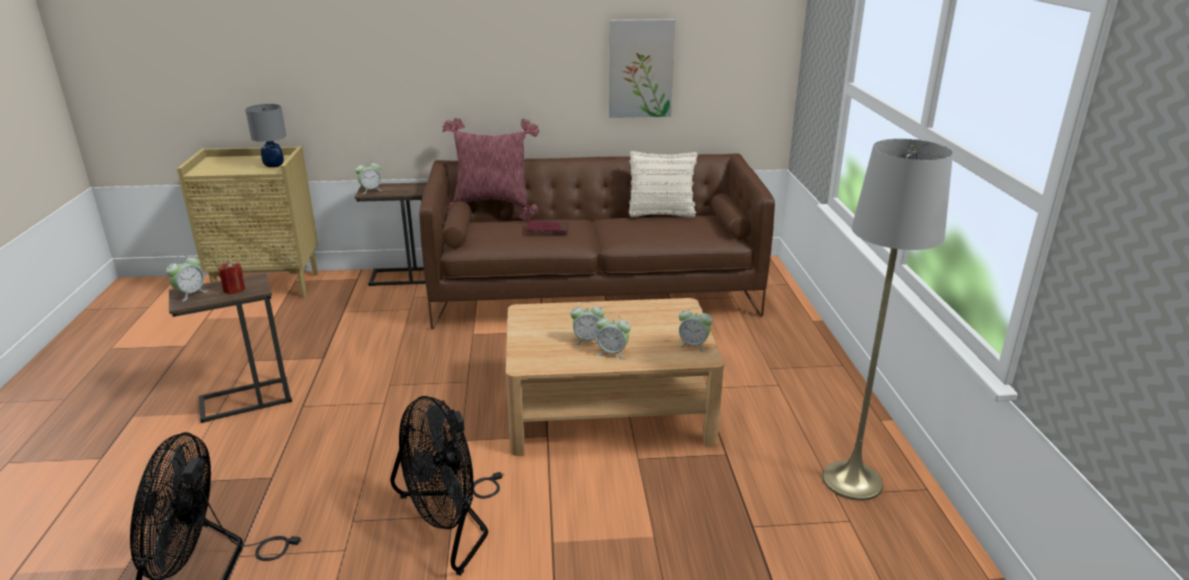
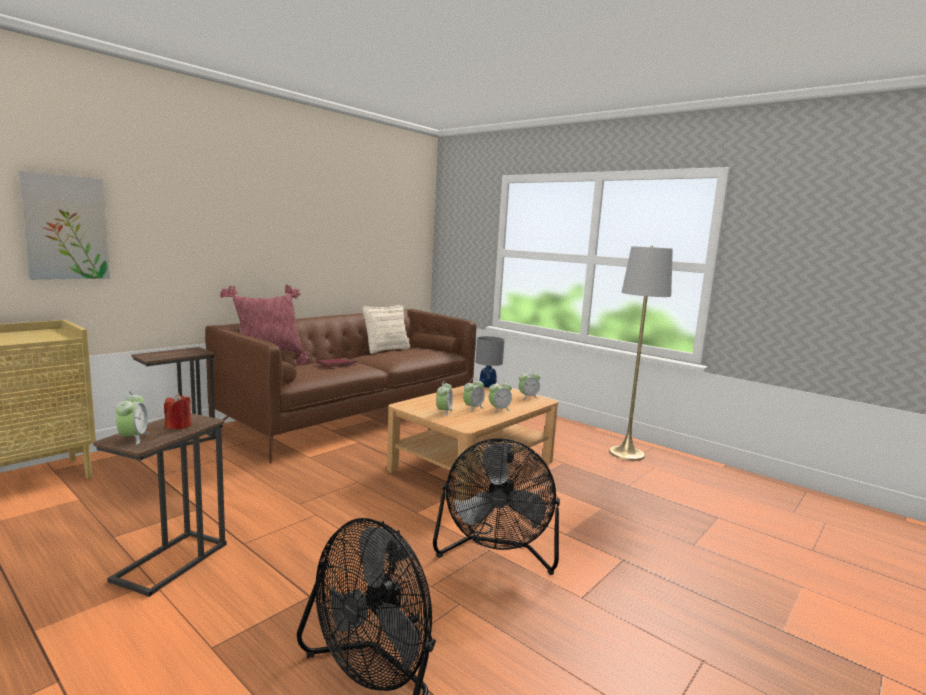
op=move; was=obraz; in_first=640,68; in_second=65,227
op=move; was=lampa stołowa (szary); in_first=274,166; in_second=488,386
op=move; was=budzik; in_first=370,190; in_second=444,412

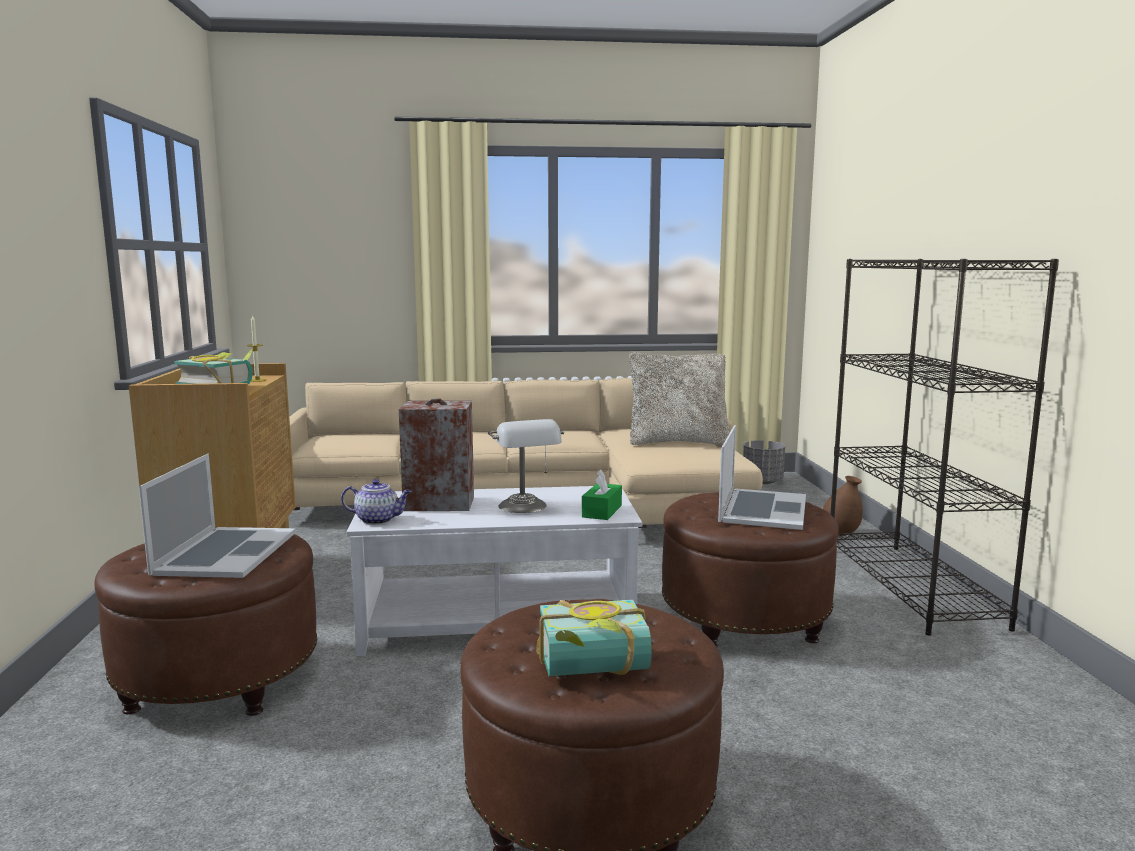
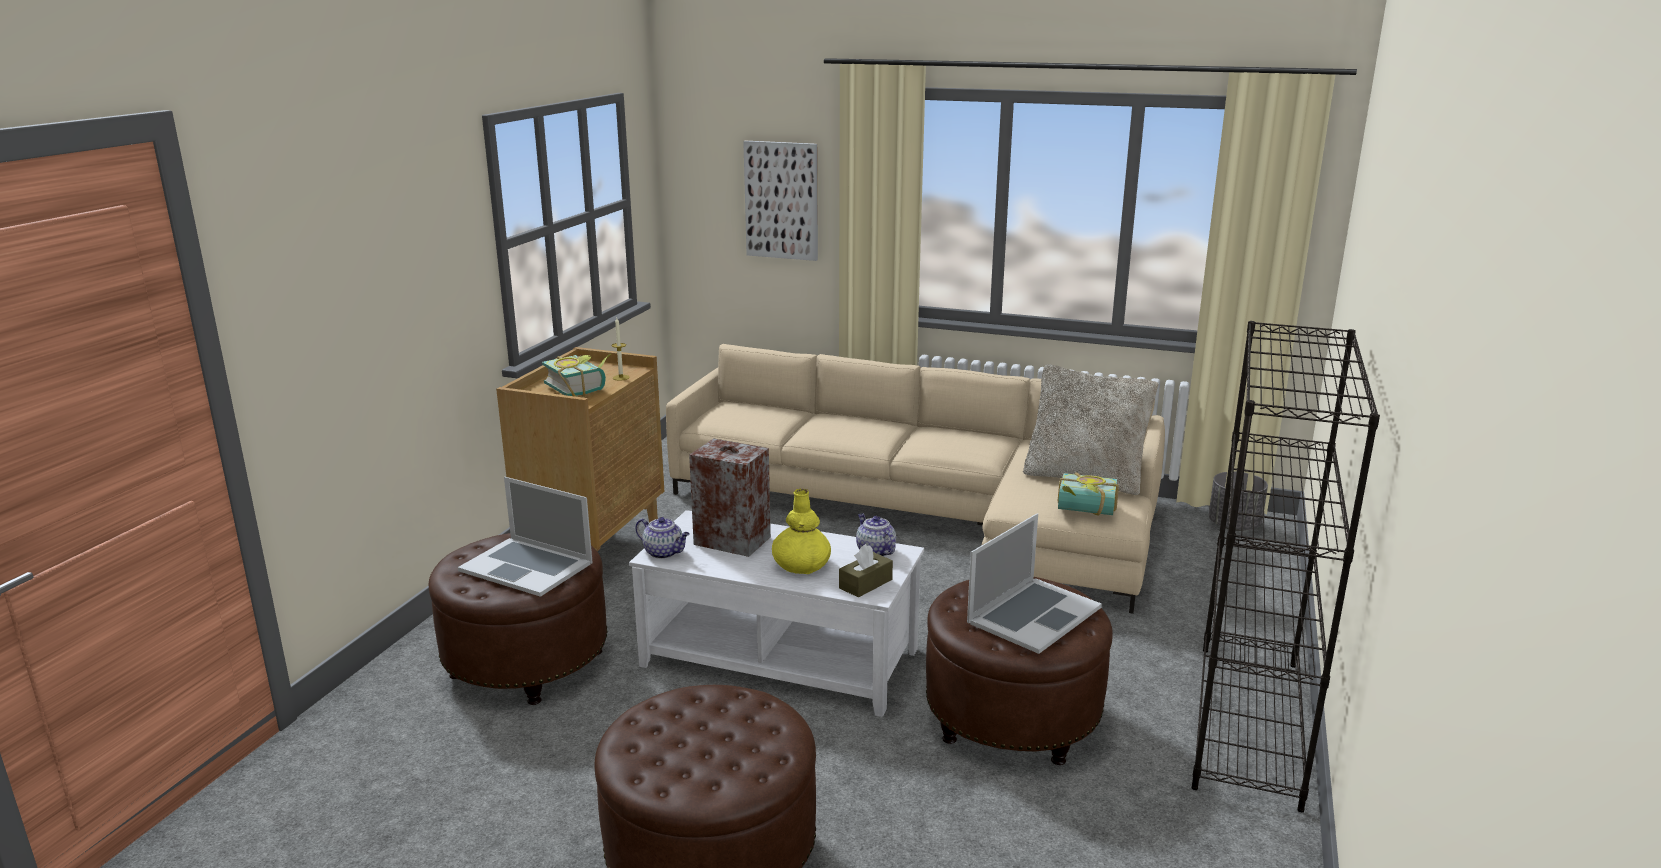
op=replace; was=lampa stołowa (biały); now=wazon (żółty); in_first=527,508; in_second=801,564
op=rotate; was=laptop; in_first=225,553; in_second=527,566; clockwise=90
op=recolor; was=pudełko chusteczek (zielony); now=pudełko chusteczek (brązowy); in_first=602,511; in_second=865,584
op=delete; was=wazon (brązowy); in_first=840,533
op=move; was=książka; in_first=595,670; in_second=1085,511
op=insert; now=obraz; in_second=781,200
op=insert; now=imbryk; in_second=874,551

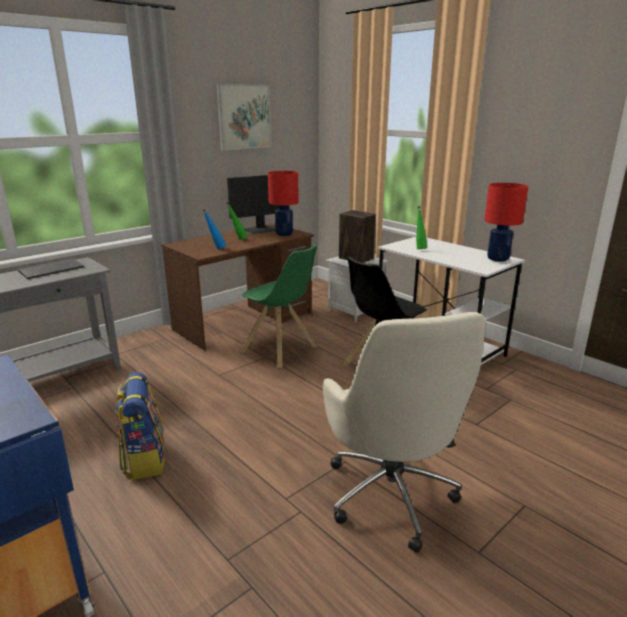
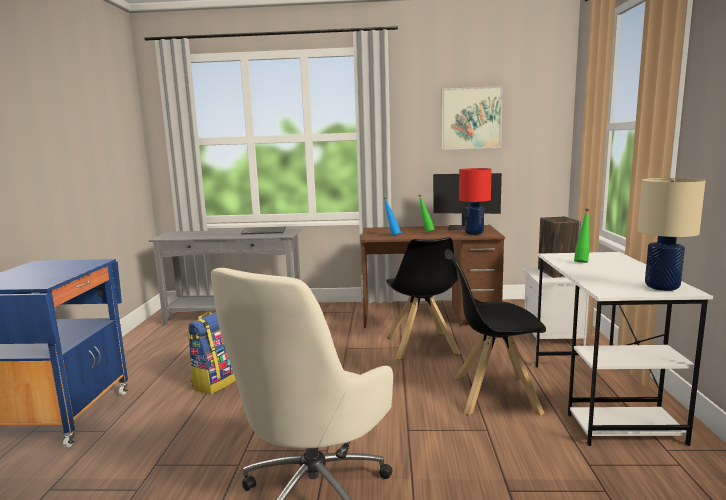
op=recolor; was=lampa stołowa (czerwony); now=lampa stołowa (beżowy); in_first=498,260; in_second=662,288
op=recolor; was=krzesło (zielony); now=krzesło (czarny); in_first=280,350; in_second=422,346

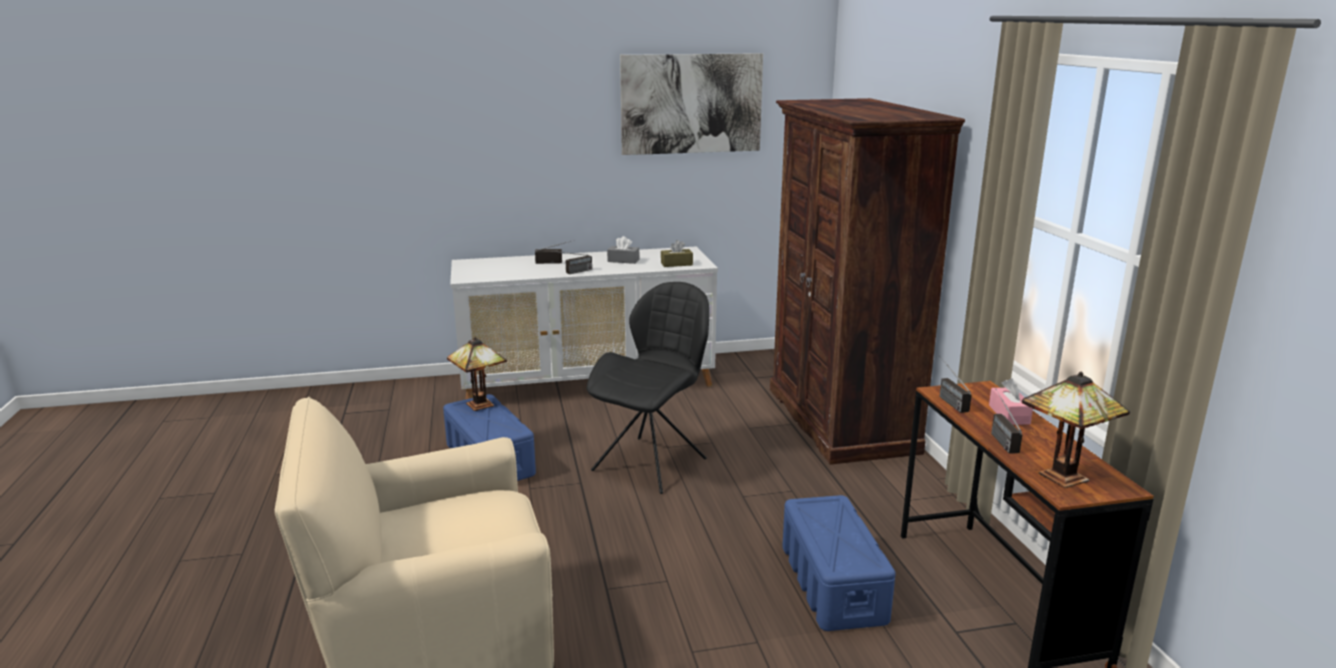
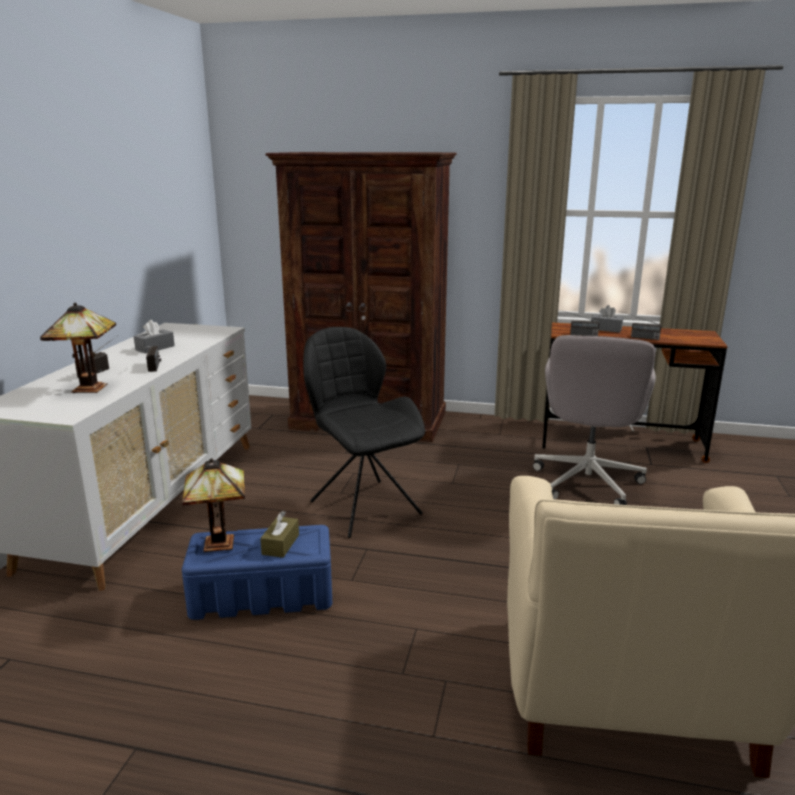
op=delete; was=obraz; in_first=691,104
op=move; was=pudełko chusteczek (brązowy); in_first=676,264; in_second=280,544
op=move; was=lampa stołowa; in_first=1063,479; in_second=90,389
op=recolor; was=pudełko chusteczek (różowy); now=pudełko chusteczek (szary); in_first=1009,414; in_second=606,329
op=replace; was=pojemnik do przechowywania (niebieski); now=krzesło biurowe (szary); in_first=832,583; in_second=586,483

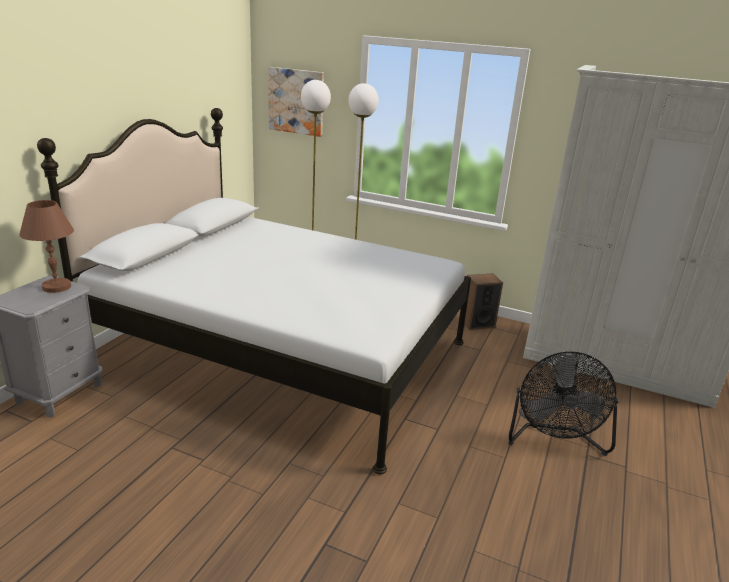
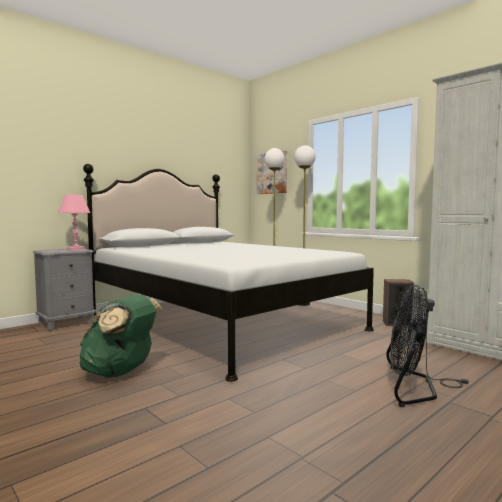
op=recolor; was=lampa stołowa (brązowy); now=lampa stołowa (różowy); in_first=56,286; in_second=75,249
op=rotate; was=wentylator (czarny); in_first=550,436; in_second=416,386; clockwise=75
op=insert; now=plecak (zielony); in_second=120,372

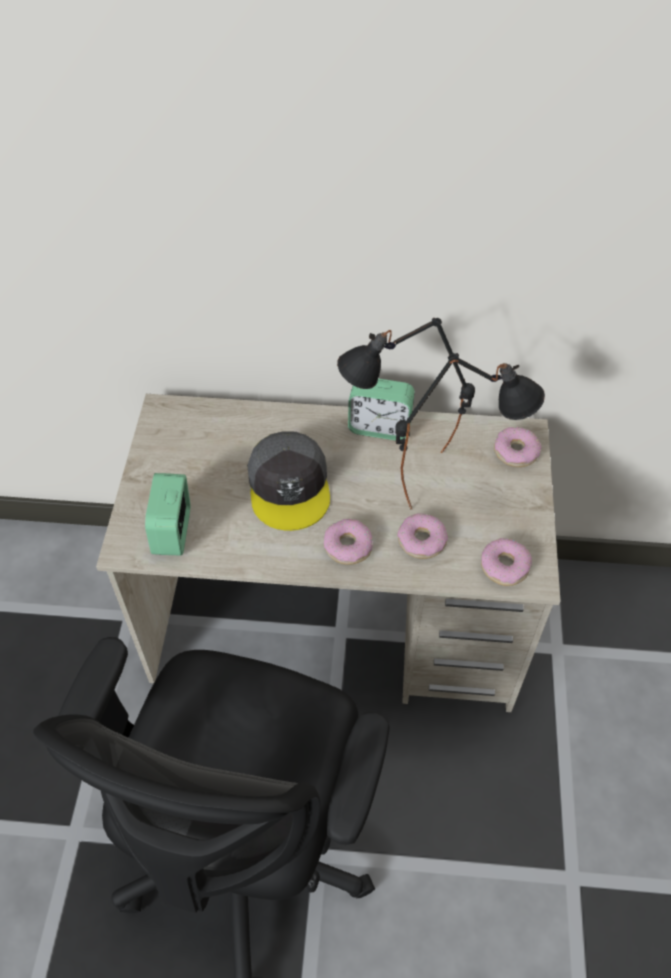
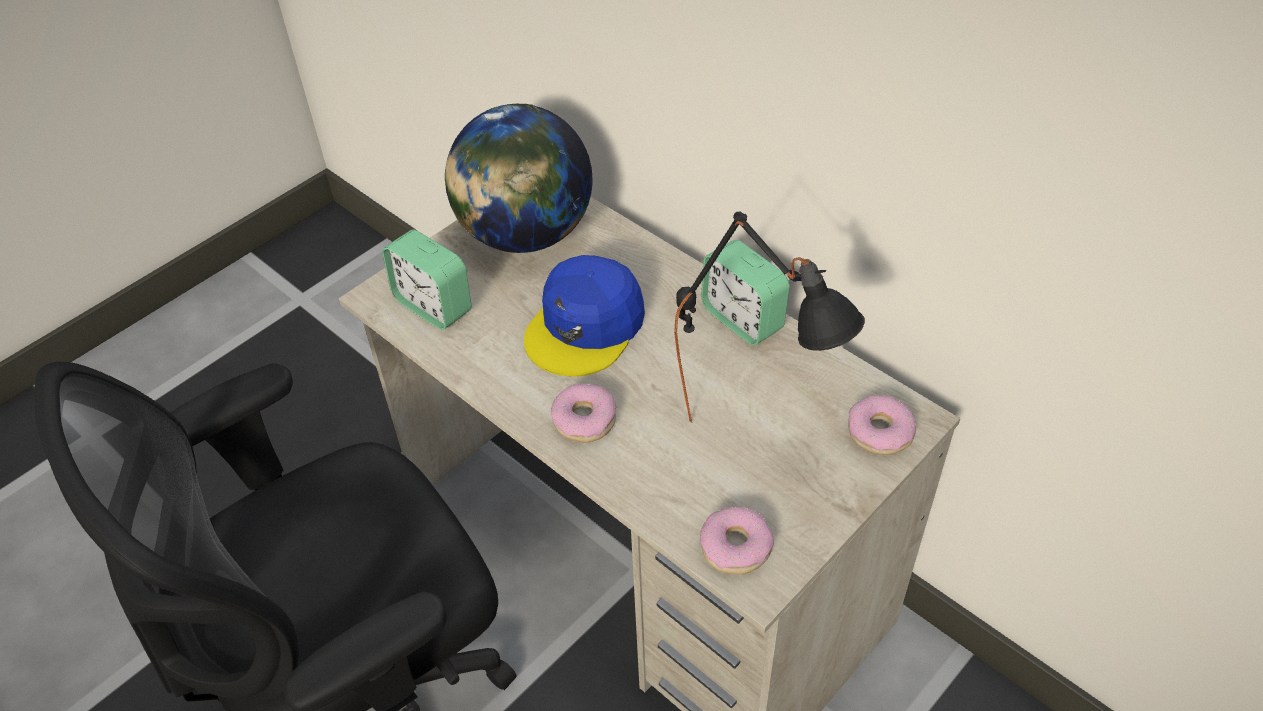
op=delete; was=lampa stołowa (czarny); in_first=399,465
op=recolor; was=czapka z daszkiem (szary); now=czapka z daszkiem (niebieski); in_first=289,486; in_second=586,326
op=rotate; was=budzik; in_first=173,531; in_second=433,306; clockwise=-90
op=delete; was=donut; in_first=422,540
op=insert; now=globus; in_second=526,235

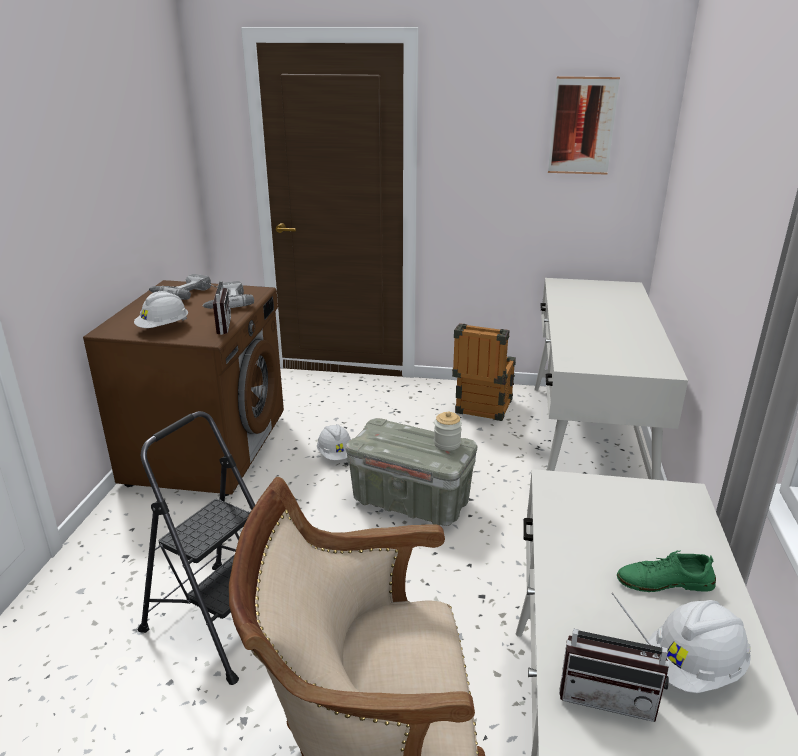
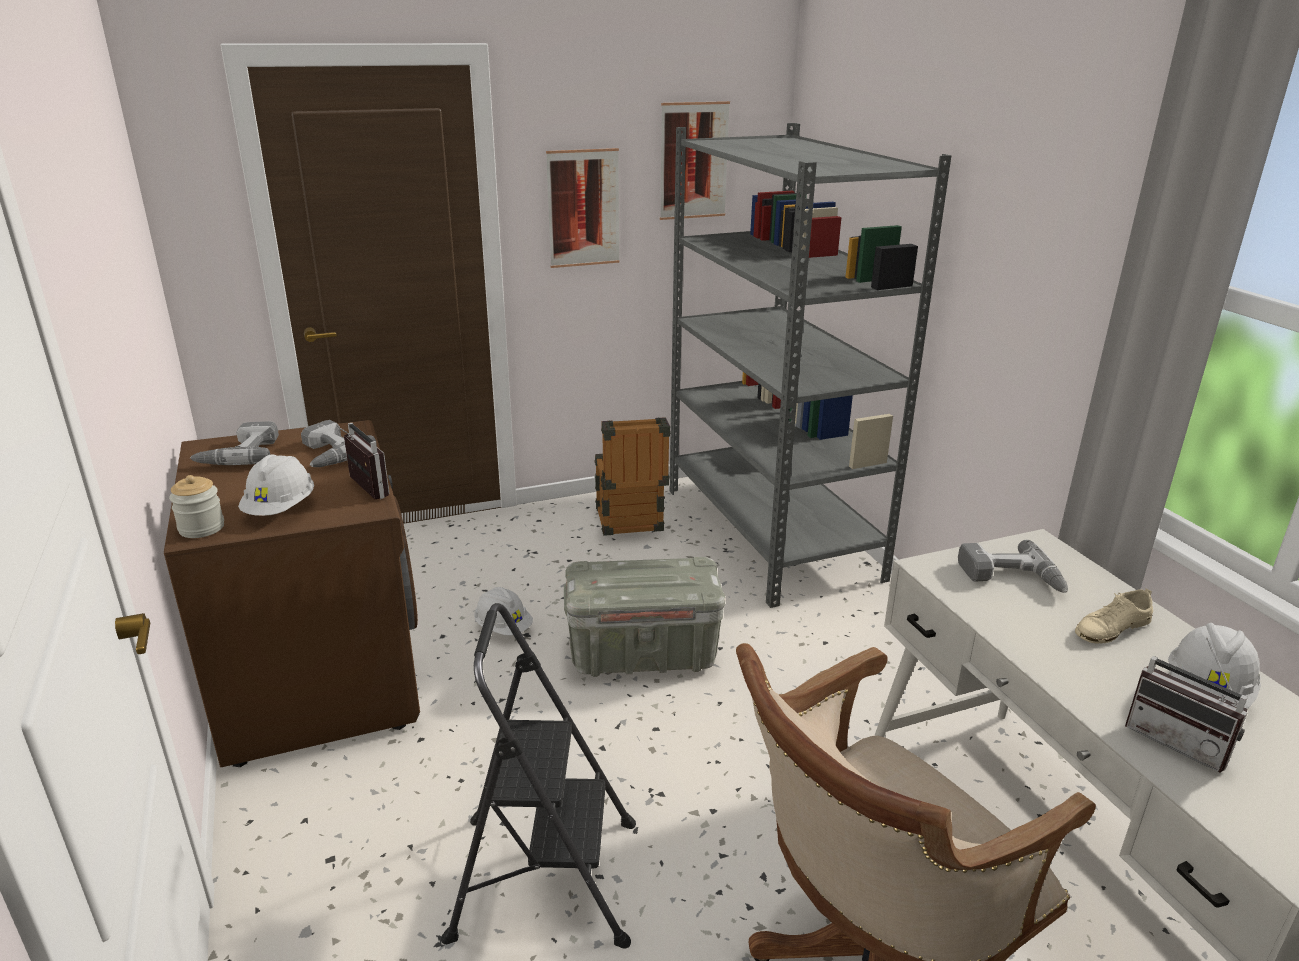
op=replace; was=biurko (biały); now=regał (szary); in_first=586,444; in_second=770,533
op=move; was=słoik; in_first=447,444; in_second=201,528
op=recolor; was=but (zielony); now=but (beżowy); in_first=664,582; in_second=1111,628
op=rotate; was=radio; in_first=608,694; in_second=1179,741; clockwise=60
op=insert; now=obraz; in_second=583,208
op=insert; now=wiertarka; in_second=1011,579

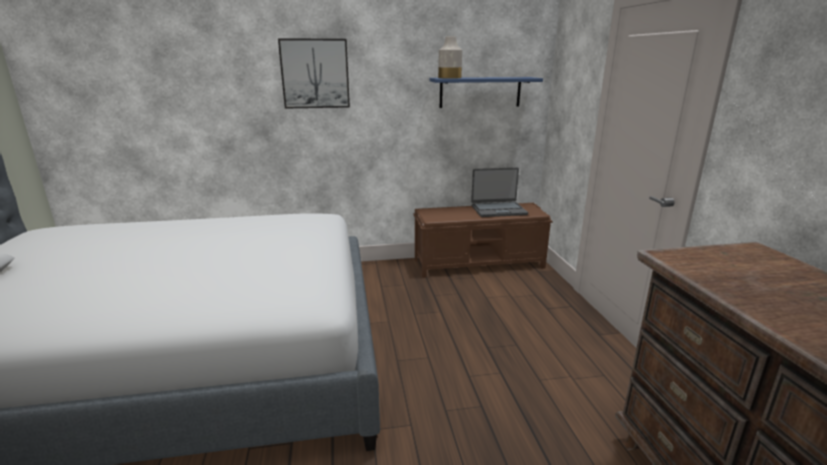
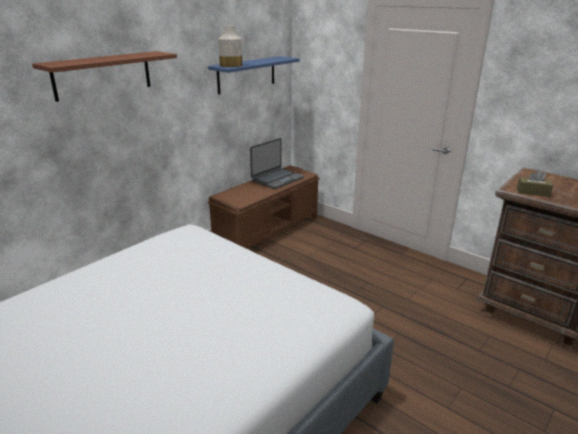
op=replace; was=obraz; now=półka (brązowy); in_first=315,74; in_second=103,75
op=insert; now=pudełko chusteczek (brązowy); in_second=533,192

